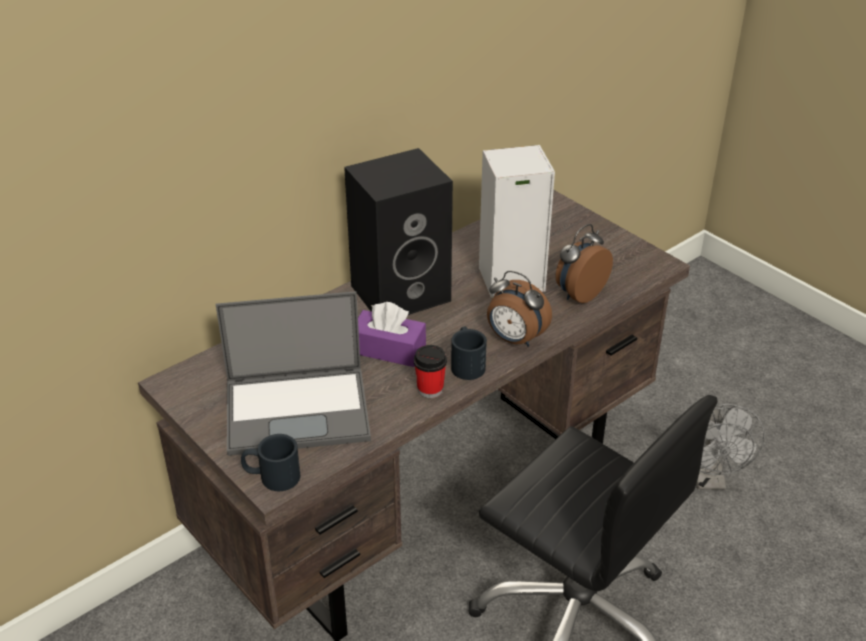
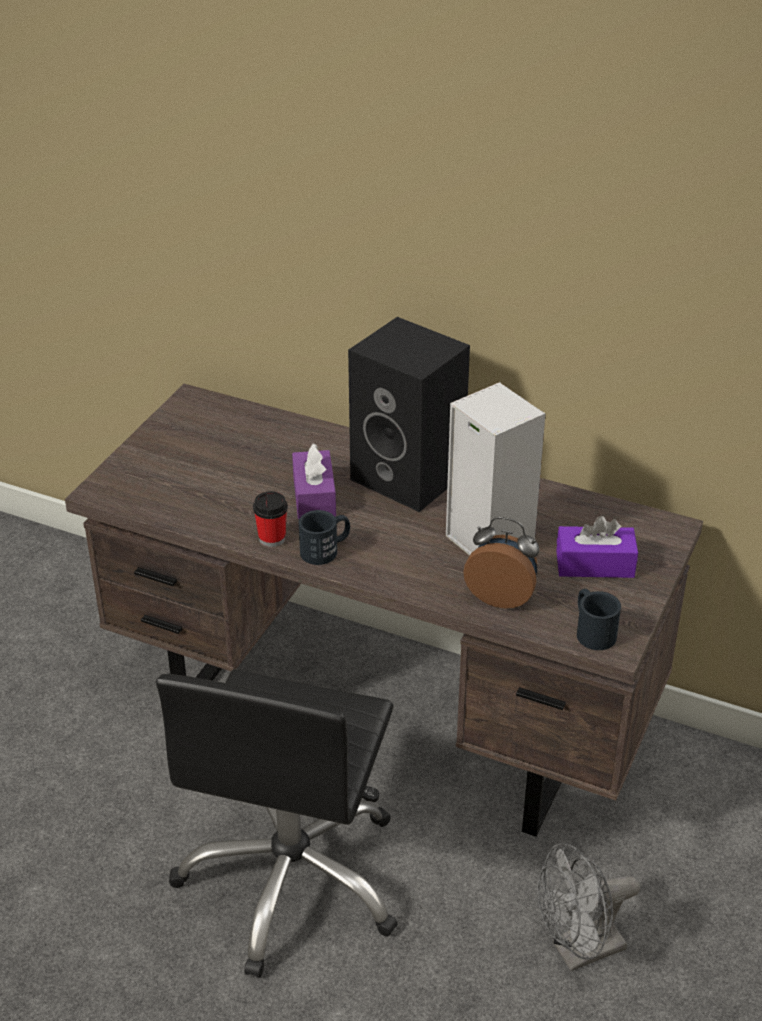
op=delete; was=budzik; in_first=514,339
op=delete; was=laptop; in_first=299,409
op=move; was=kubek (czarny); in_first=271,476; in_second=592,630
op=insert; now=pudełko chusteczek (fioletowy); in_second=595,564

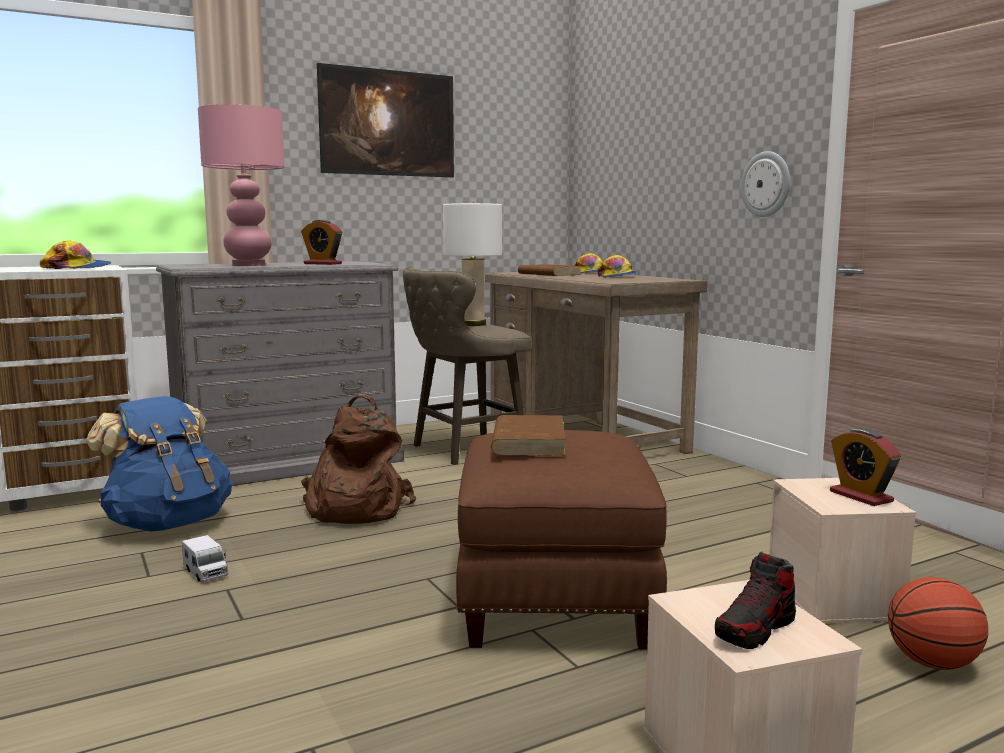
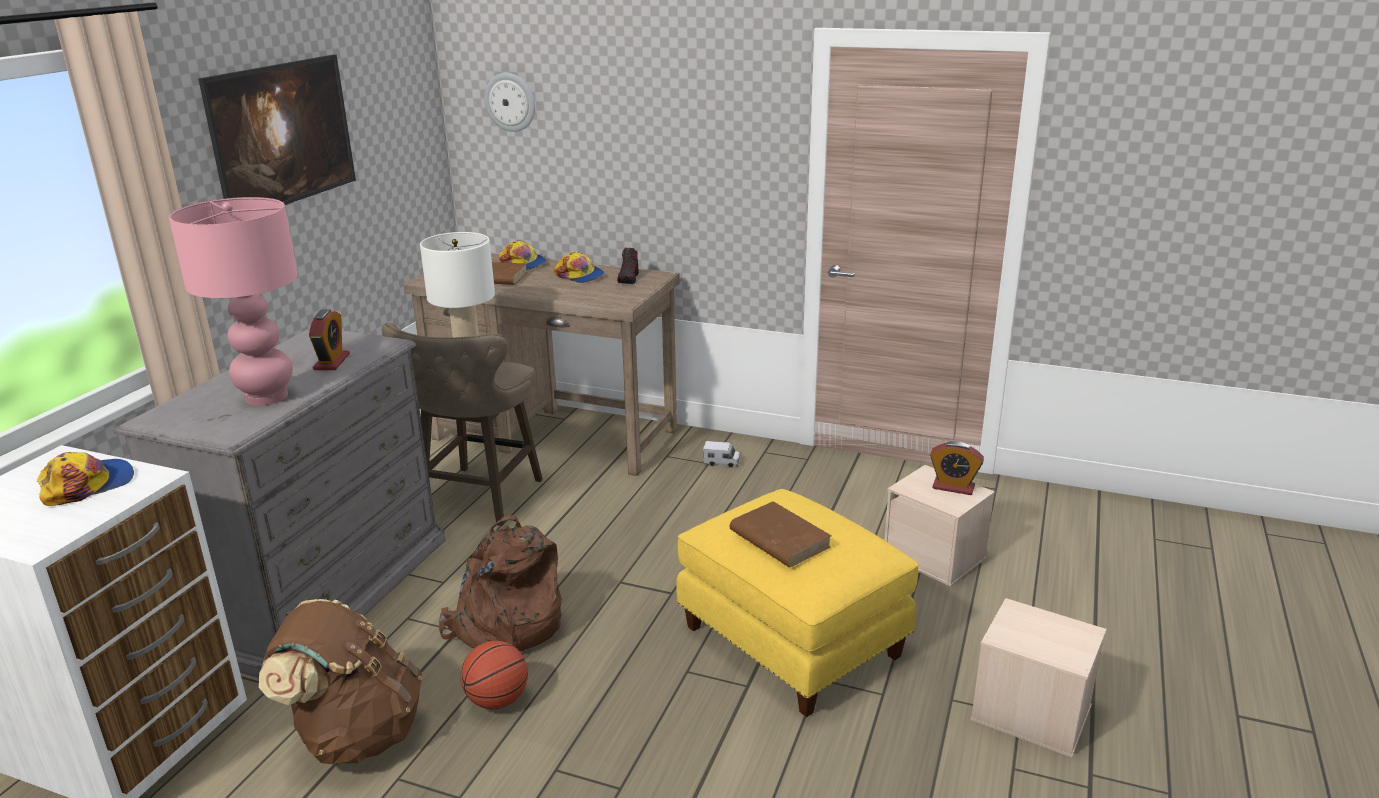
op=move; was=zegar ścienny; in_first=766,184; in_second=510,102
op=rotate; was=budzik; in_first=322,264; in_second=331,362; clockwise=-75
op=recolor; was=plecak (niebieski); now=plecak (brązowy); in_first=168,524; in_second=356,734
op=recolor; was=pufa (brązowy); now=pufa (żółty); in_first=557,596; in_second=794,641
op=move; was=ciężarówka zabawkowa; in_first=205,572; in_second=721,462
op=move; was=but; in_first=755,629; in_second=628,278
op=move; was=piłka do koszykówki; in_first=932,663; in_second=497,700

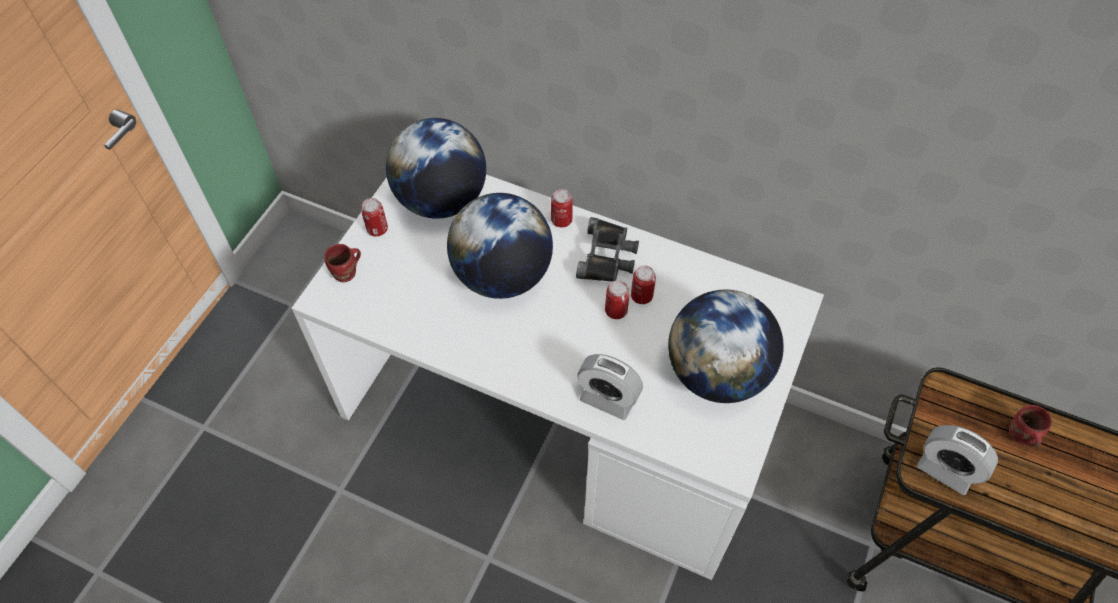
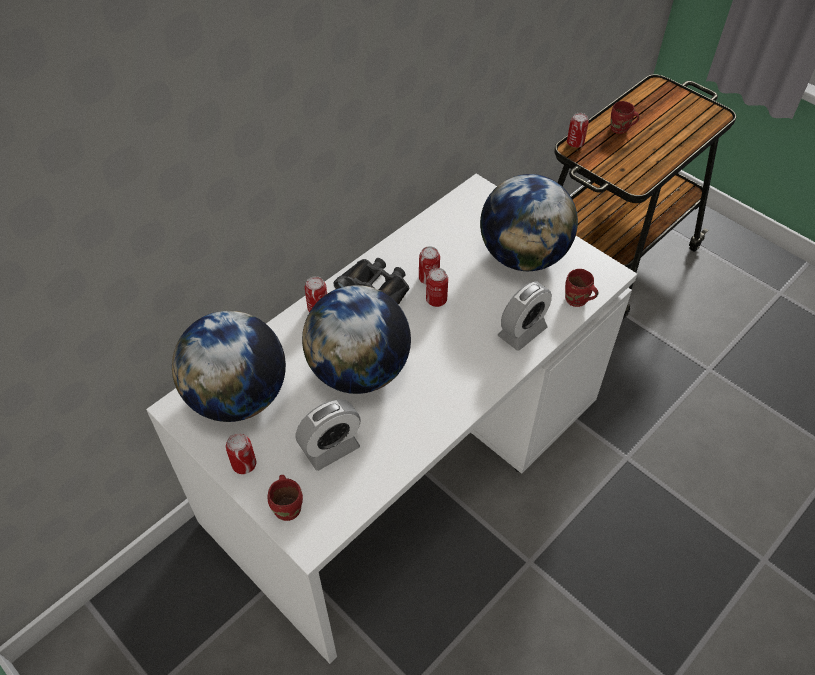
op=move; was=budzik; in_first=946,470; in_second=331,448
op=insert; now=puszka; in_second=575,143
op=insert; now=kubek (czerwony); in_second=576,301

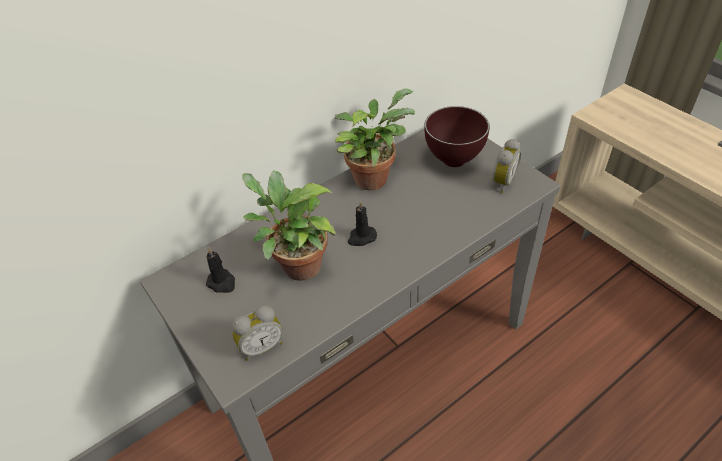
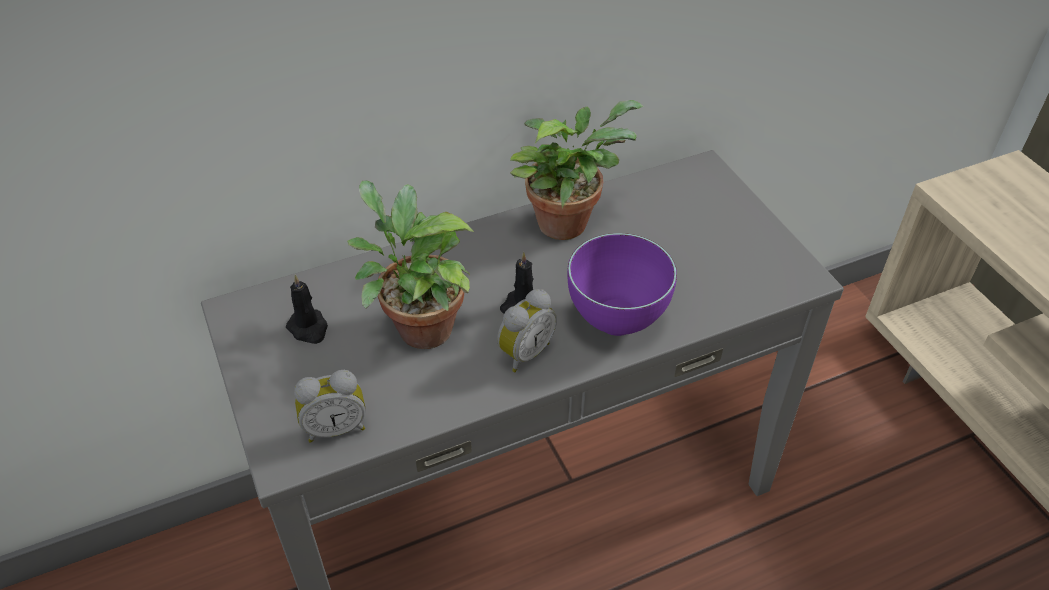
op=delete; was=miska (brązowy); in_first=454,160
op=move; was=budzik; in_first=501,182; in_second=524,352
op=insert; now=miska (fioletowy); in_second=614,321

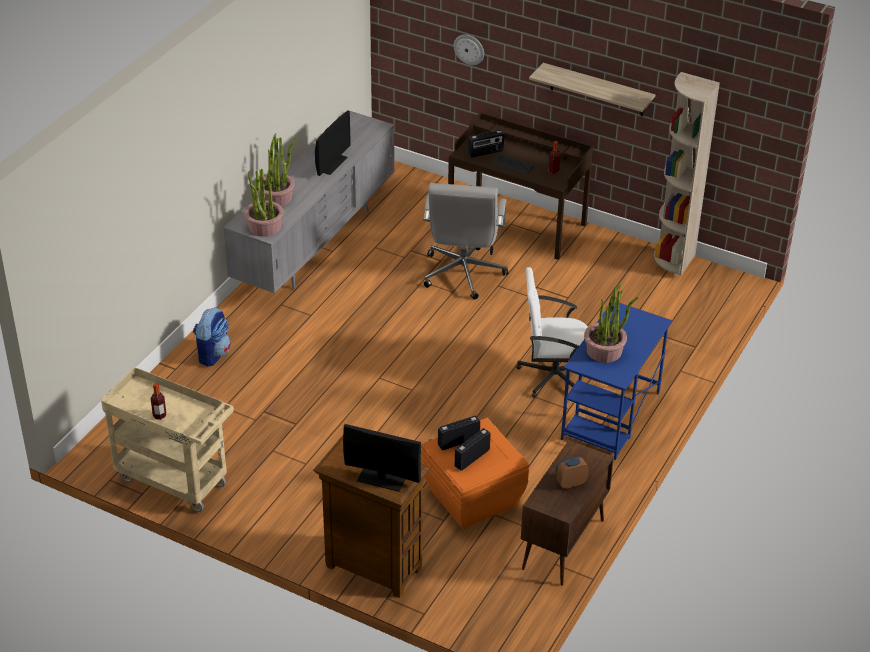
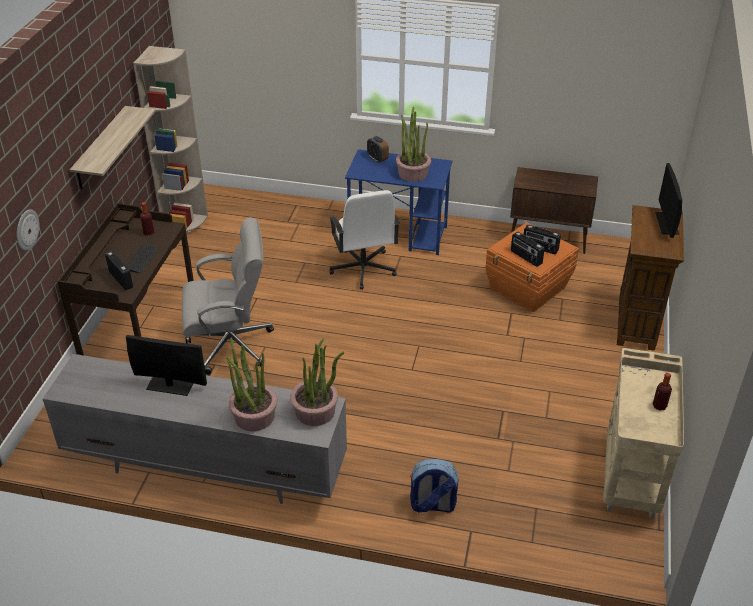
op=move; was=budzik; in_first=570,483; in_second=377,159

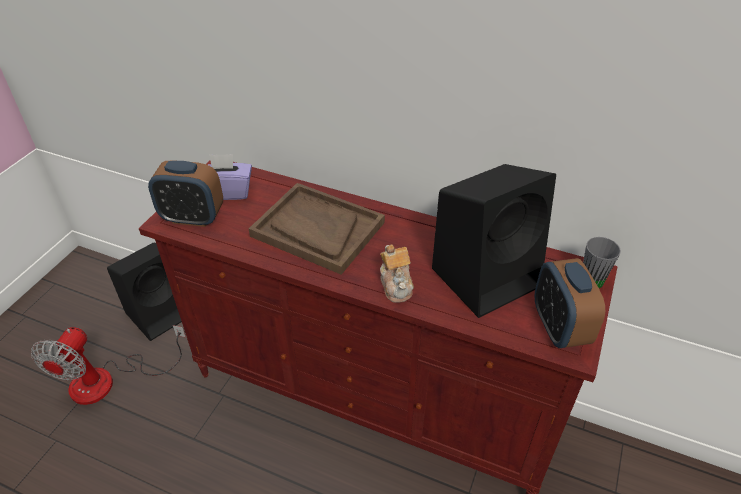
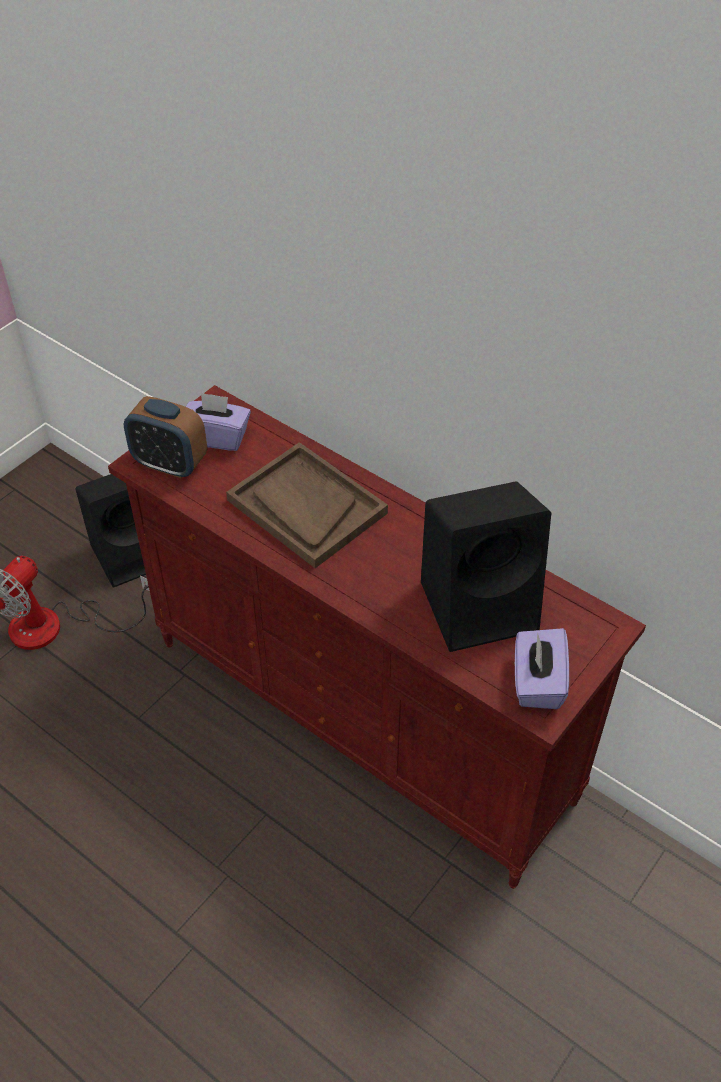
op=delete; was=kubek (szary); in_first=594,277
op=delete; was=imbryk; in_first=396,284
op=replace; was=budzik; now=pudełko chusteczek (fioletowy); in_first=559,327; in_second=537,683

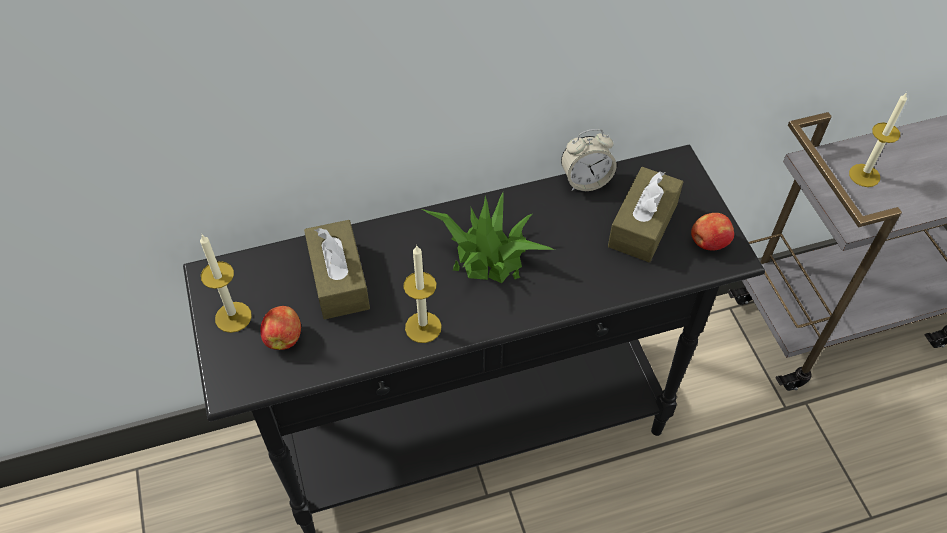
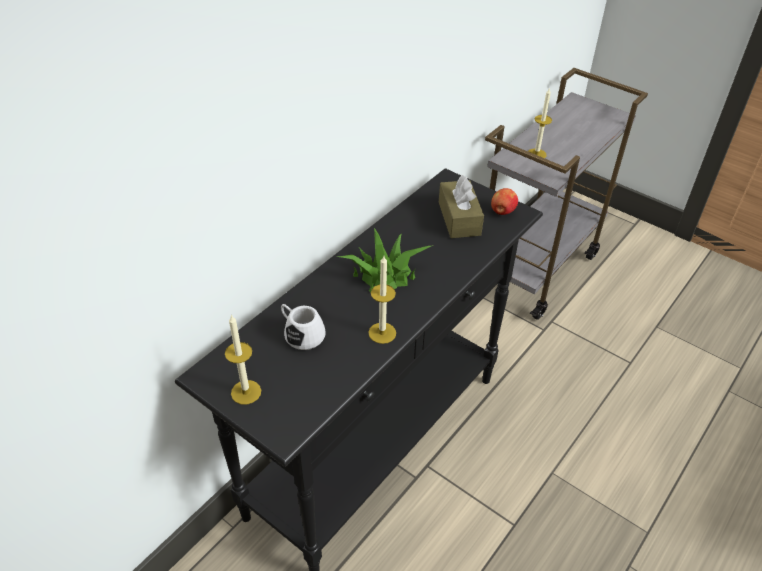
op=delete; was=budzik; in_first=585,181
op=replace; was=pudełko chusteczek (brązowy); now=kubek (biały); in_first=339,279; in_second=301,333
op=delete; was=jabłko; in_first=284,337

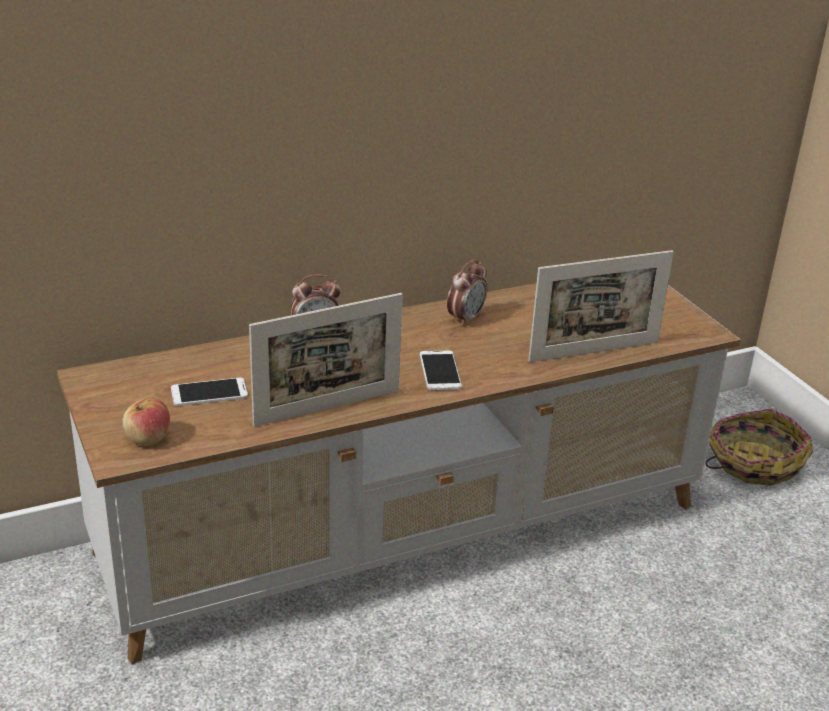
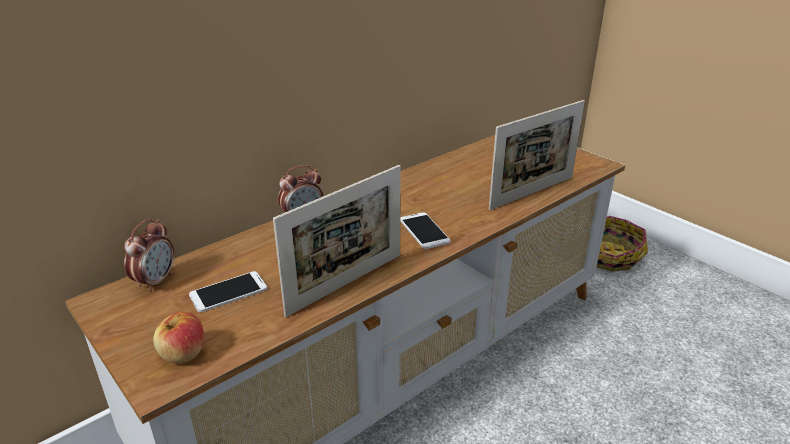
op=move; was=budzik; in_first=465,319; in_second=155,281

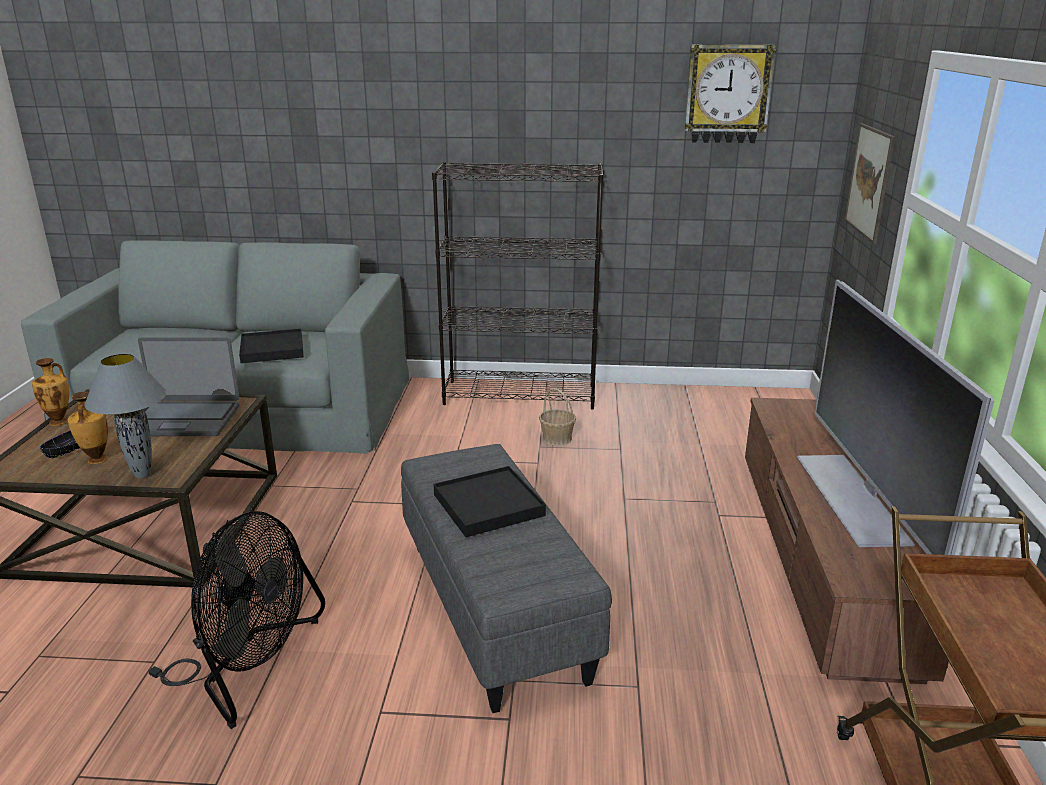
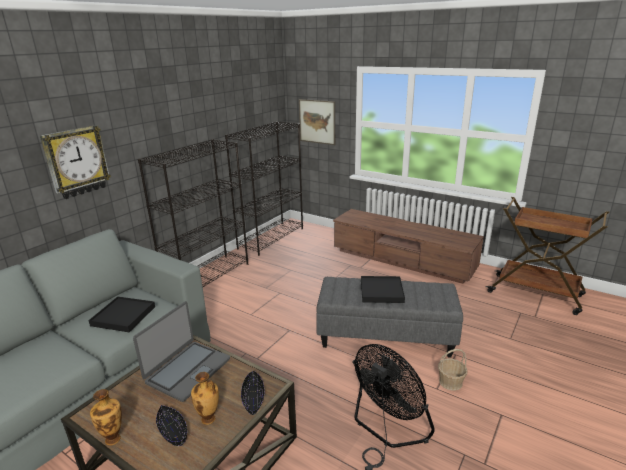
op=move; was=zegar ścienny; in_first=727,94; in_second=76,162
op=delete; was=telewizor; in_first=853,497
op=replace; was=lampa stołowa (szary); now=miska (czarny); in_first=142,475; in_second=253,398
op=move; was=koszyk; in_first=557,438; in_second=451,382
op=insert; now=regał (czarny); in_second=271,238

